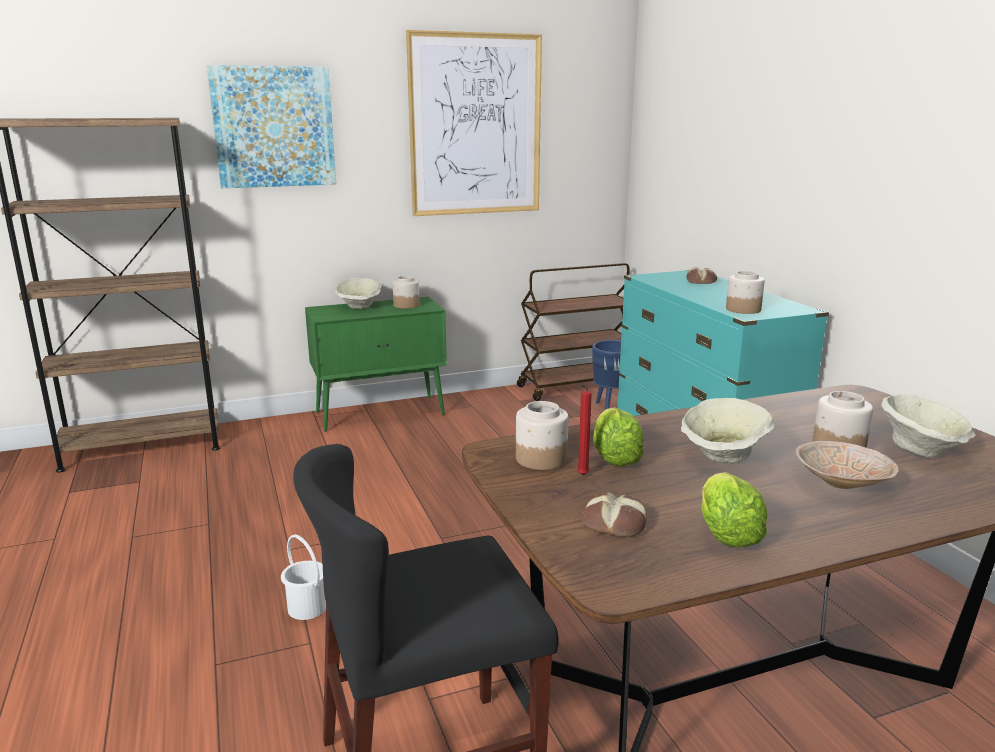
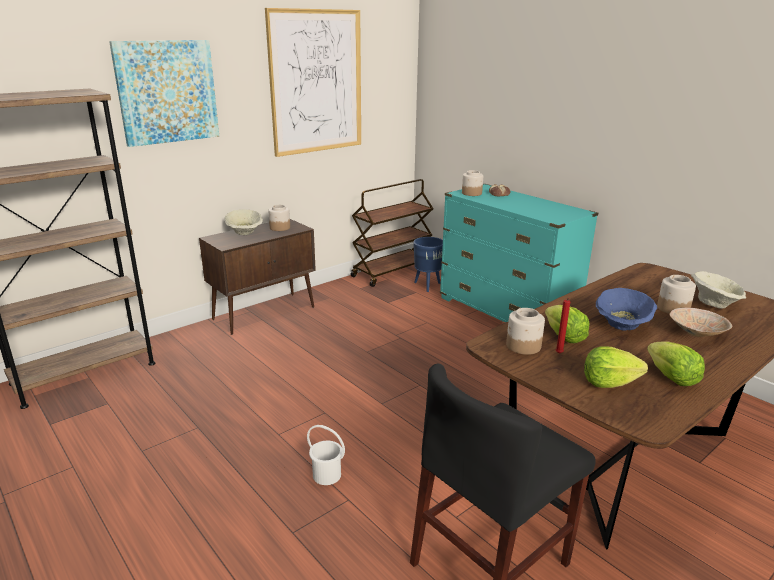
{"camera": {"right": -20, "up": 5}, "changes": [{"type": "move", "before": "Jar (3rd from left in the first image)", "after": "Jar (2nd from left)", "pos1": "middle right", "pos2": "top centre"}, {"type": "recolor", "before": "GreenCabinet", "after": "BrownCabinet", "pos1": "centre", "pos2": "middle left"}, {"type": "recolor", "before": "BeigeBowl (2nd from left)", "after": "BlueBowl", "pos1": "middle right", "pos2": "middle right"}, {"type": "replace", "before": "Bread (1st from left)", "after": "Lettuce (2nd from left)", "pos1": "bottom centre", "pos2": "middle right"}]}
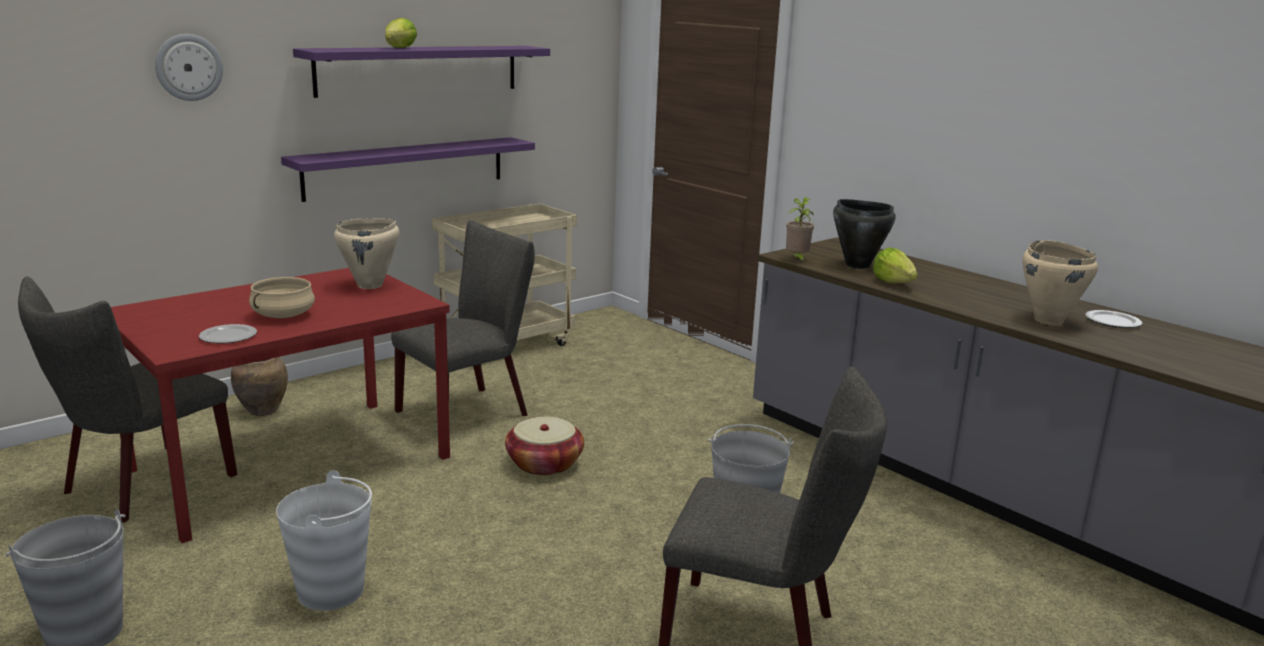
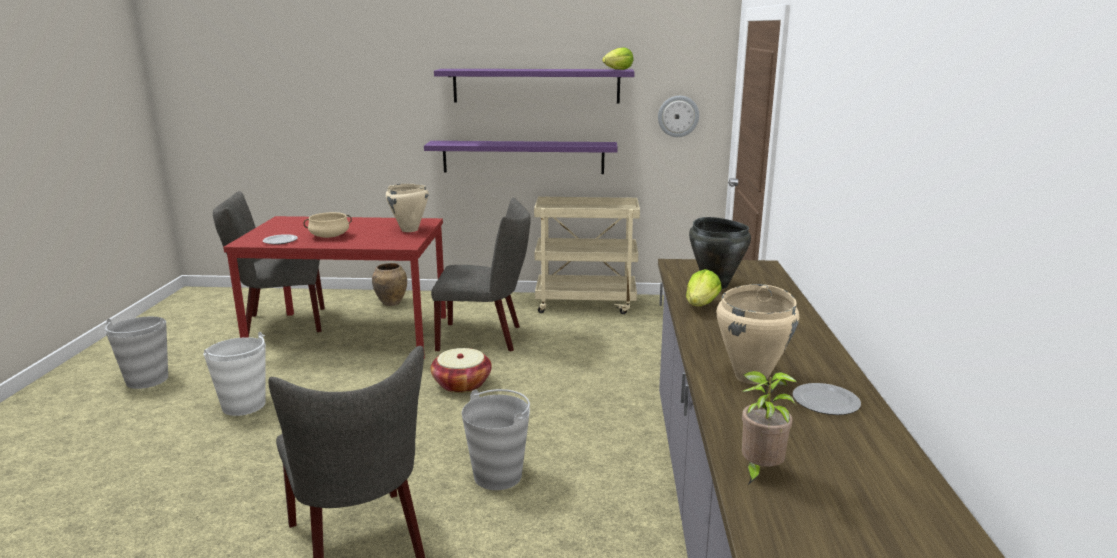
{"camera": {"right": 45, "up": 0}, "changes": [{"type": "move", "before": "Lettuce (1st from left)", "pos1": "top left", "pos2": "top centre"}, {"type": "move", "before": "WallClock", "pos1": "top left", "pos2": "top centre"}, {"type": "move", "before": "PottedPlant", "pos1": "centre", "pos2": "bottom right"}]}
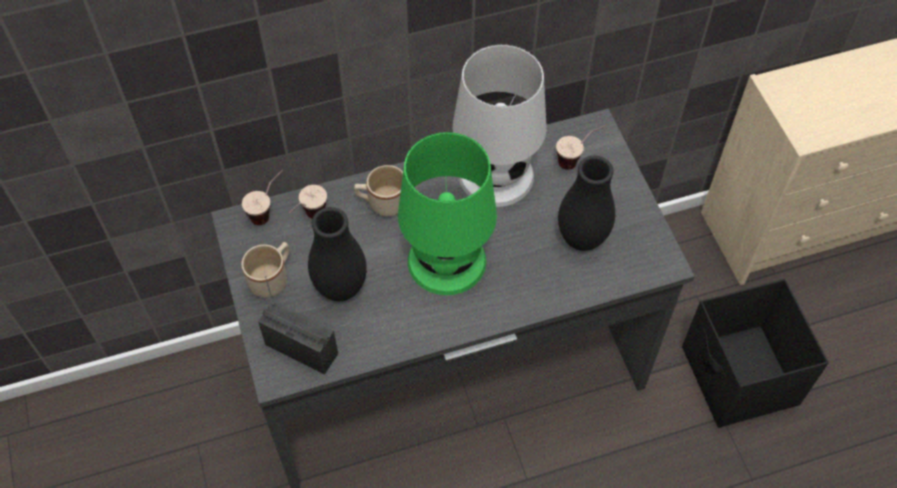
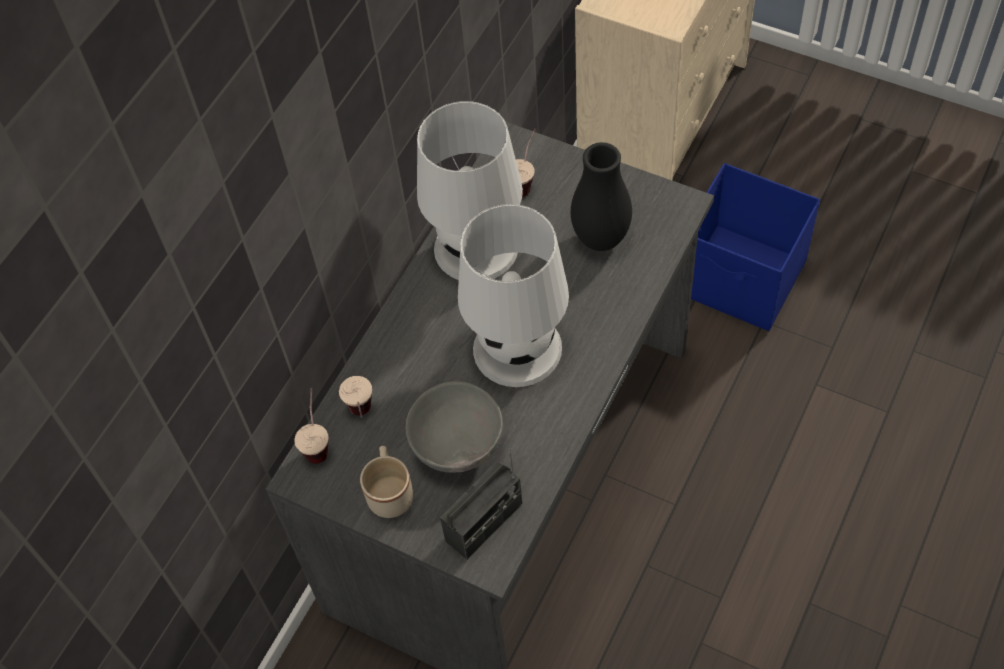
{"camera": {"right": -40, "up": 0}, "changes": [{"type": "recolor", "before": "GreenTableLamp", "after": "WhiteTableLamp (2nd from left)", "pos1": "centre", "pos2": "centre"}, {"type": "delete", "before": "BeigeMug (2nd from left)", "pos1": "centre"}, {"type": "replace", "before": "BlackVase (1st from left)", "after": "GreyBowl", "pos1": "centre", "pos2": "centre"}, {"type": "rotate", "before": "Radio", "pos1": "middle left", "pos2": "bottom centre", "turn": 150}, {"type": "recolor", "before": "BlackStorageBox", "after": "BlueStorageBox", "pos1": "bottom right", "pos2": "middle right"}]}
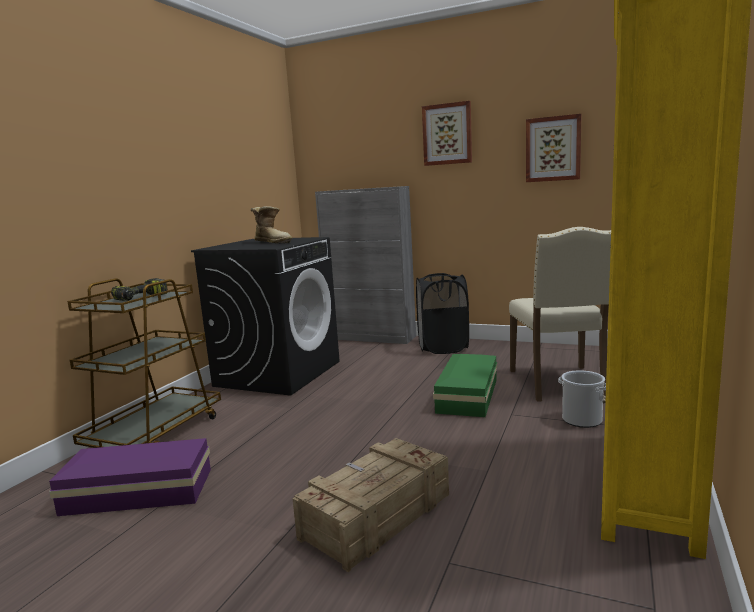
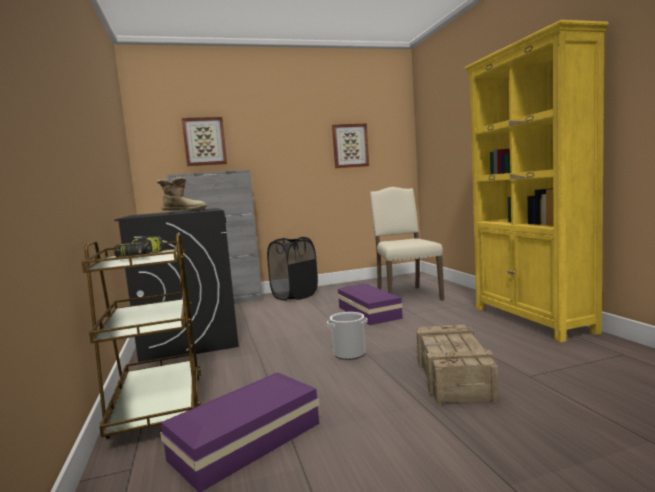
{"camera": {"right": -40, "up": -5}, "changes": [{"type": "move", "before": "Picture (1st from left)", "pos1": "top centre", "pos2": "top left"}, {"type": "rotate", "before": "BeigeChair", "pos1": "middle right", "pos2": "centre", "turn": -150}, {"type": "recolor", "before": "GreenStorageBox", "after": "PurpleStorageBox (2nd from left)", "pos1": "centre", "pos2": "centre"}, {"type": "move", "before": "Bucket", "pos1": "middle right", "pos2": "bottom centre"}]}
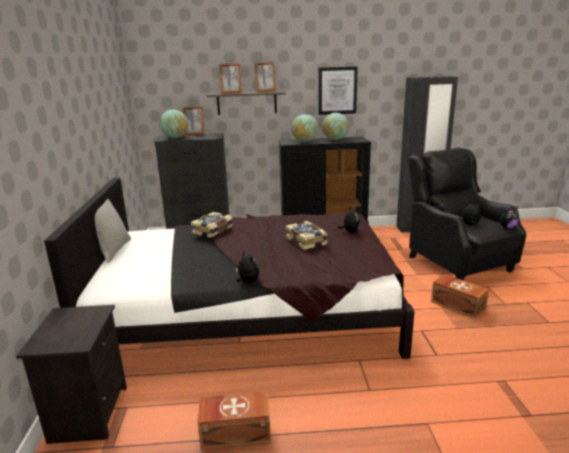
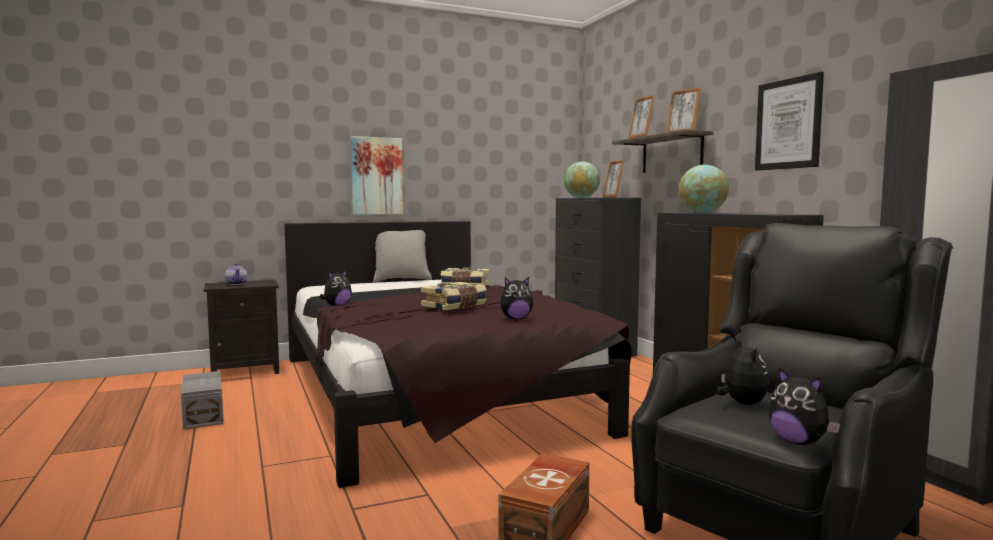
{"camera": {"right": 70, "up": -15}, "changes": [{"type": "delete", "before": "Globe (3rd from left)", "pos1": "top centre"}, {"type": "recolor", "before": "BrownStorageBox (1st from left)", "after": "GreyStorageBox", "pos1": "bottom centre", "pos2": "bottom left"}, {"type": "insert", "after": "Picture (1st from left)", "pos2": "top centre"}, {"type": "insert", "after": "Teapot", "pos2": "middle left"}]}
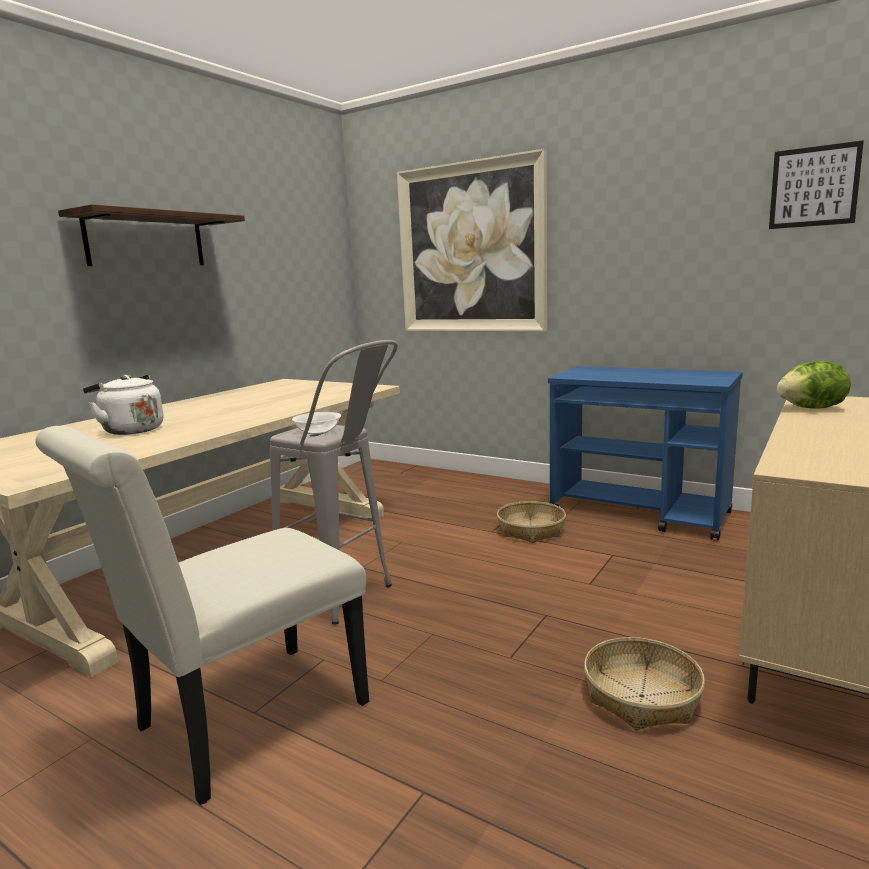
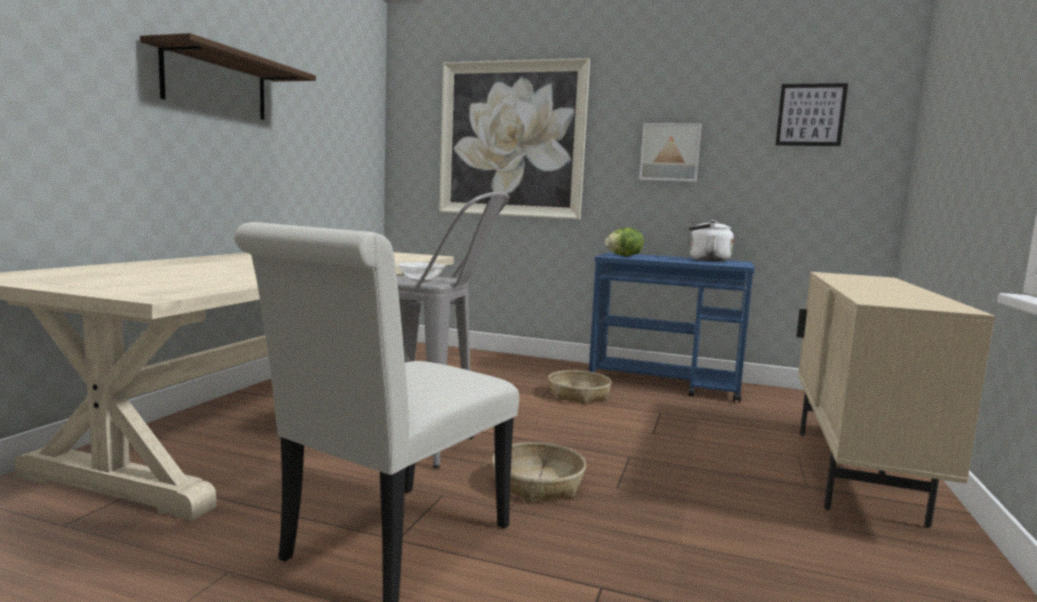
{"camera": {"right": -15, "up": -5}, "changes": [{"type": "move", "before": "Lettuce", "pos1": "middle right", "pos2": "centre"}, {"type": "move", "before": "WhiteKettle", "pos1": "middle left", "pos2": "middle right"}, {"type": "move", "before": "Basket (2nd from left in the first image)", "after": "Basket (1st from left)", "pos1": "bottom right", "pos2": "bottom centre"}, {"type": "insert", "after": "Picture (2nd from left)", "pos2": "top centre"}]}
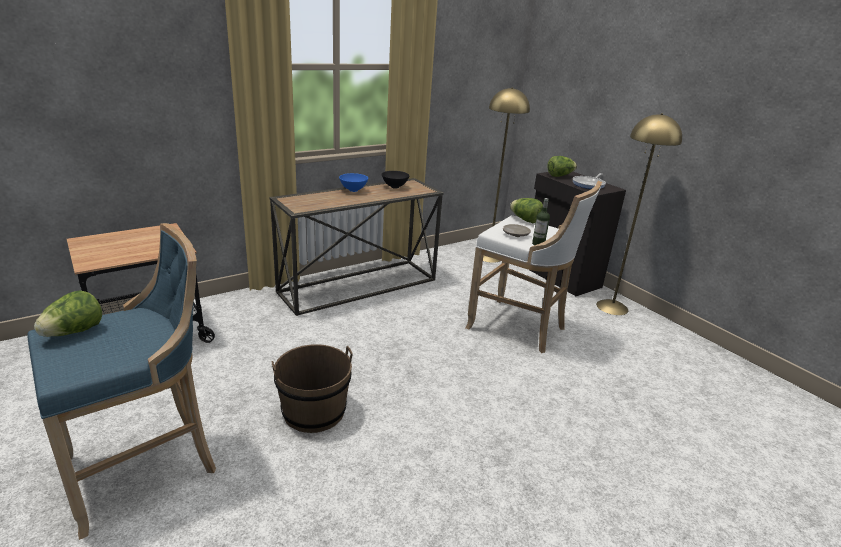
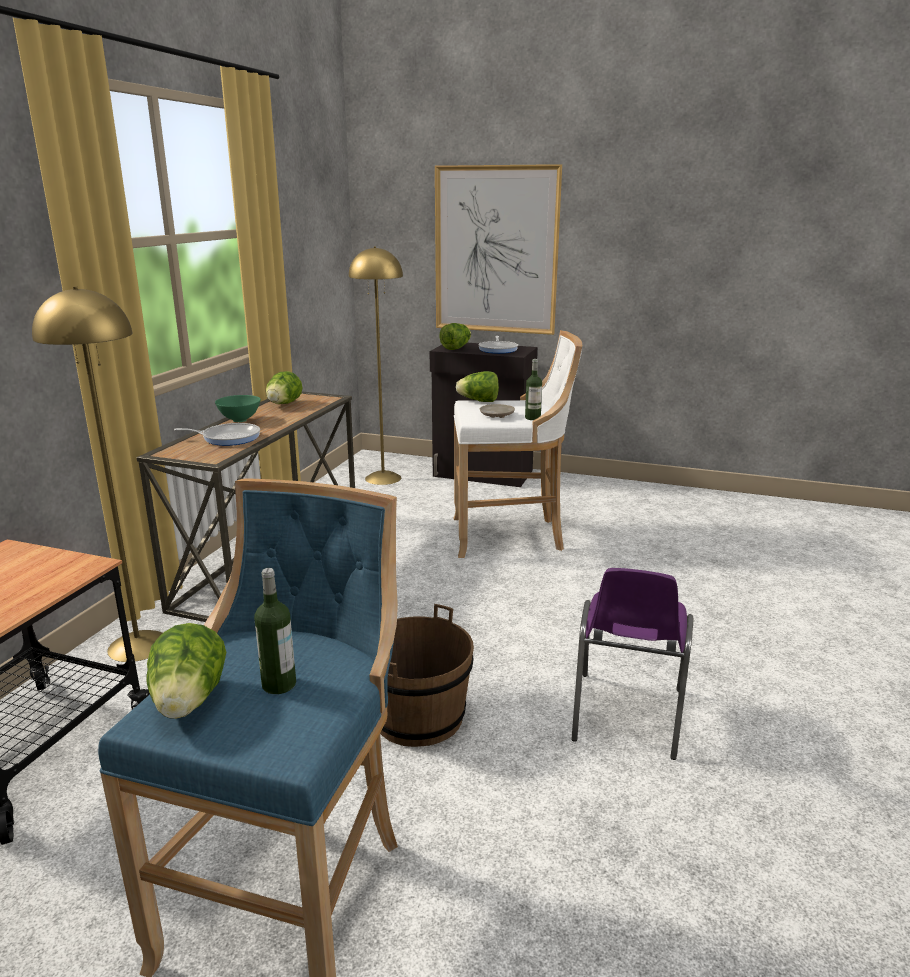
{"camera": {"right": -35, "up": -5}, "changes": [{"type": "move", "before": "YellowFloorLamp (2nd from left in the first image)", "after": "YellowFloorLamp (1st from left)", "pos1": "middle right", "pos2": "middle left"}, {"type": "replace", "before": "BlackBowl", "after": "Lettuce (2nd from left)", "pos1": "top centre", "pos2": "middle left"}, {"type": "recolor", "before": "BlueBowl", "after": "GreenBowl", "pos1": "top centre", "pos2": "middle left"}, {"type": "insert", "after": "Picture", "pos2": "top centre"}, {"type": "insert", "after": "FryingPan (1st from left)", "pos2": "middle left"}, {"type": "insert", "after": "Bottle (1st from left)", "pos2": "middle left"}, {"type": "insert", "after": "PurpleChair", "pos2": "bottom right"}]}
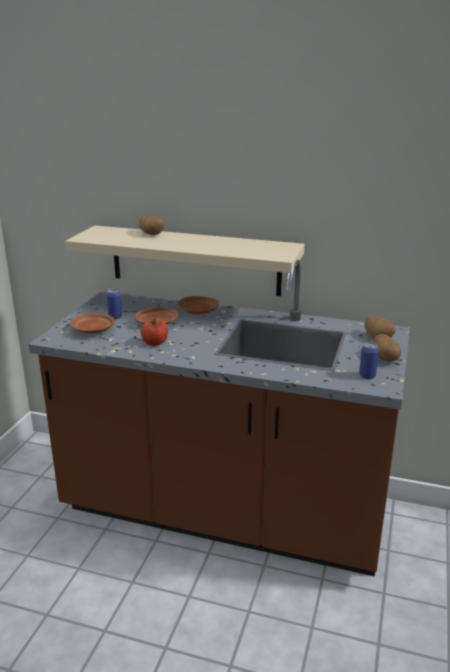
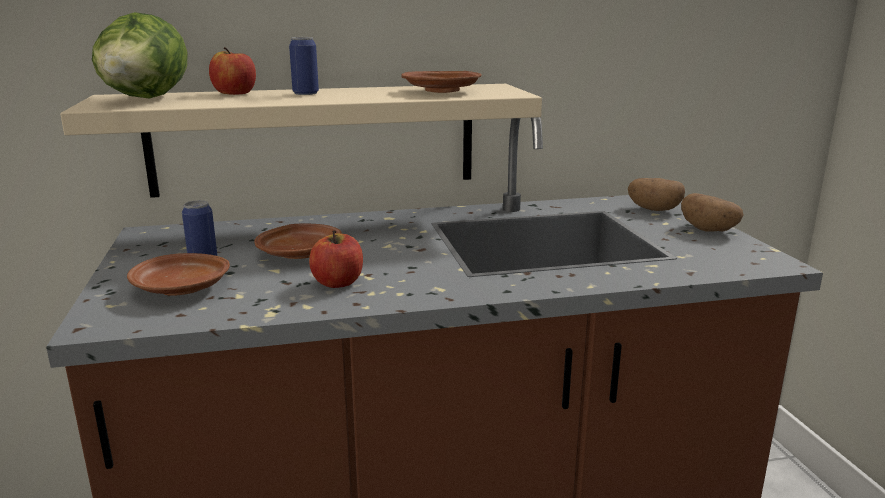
{"camera": {"right": -30, "up": -5}, "changes": [{"type": "replace", "before": "Potato (1st from left)", "after": "Apple (1st from left)", "pos1": "centre", "pos2": "top left"}, {"type": "move", "before": "BrownPlate (3rd from left)", "pos1": "centre", "pos2": "top centre"}, {"type": "move", "before": "Can (2nd from left)", "pos1": "middle right", "pos2": "top centre"}, {"type": "insert", "after": "Lettuce", "pos2": "top left"}]}
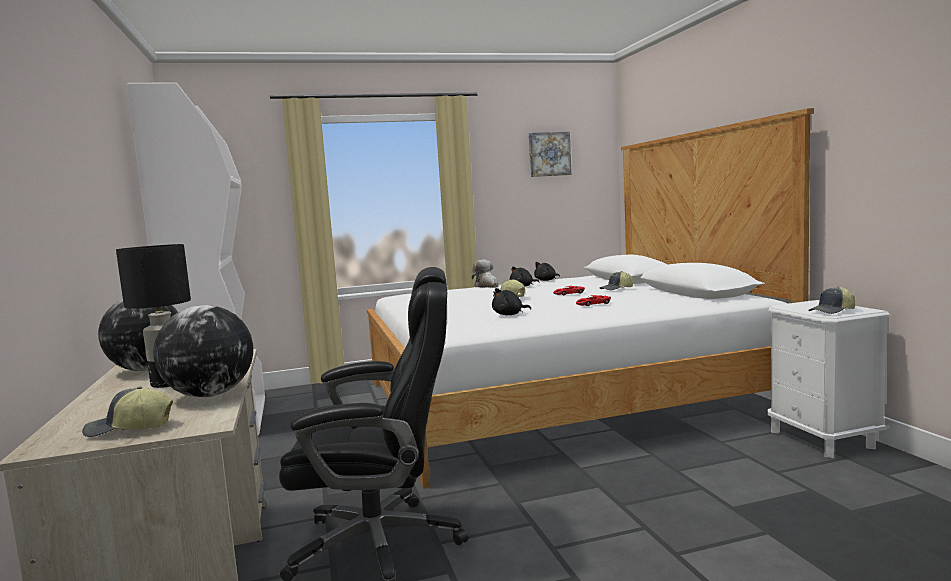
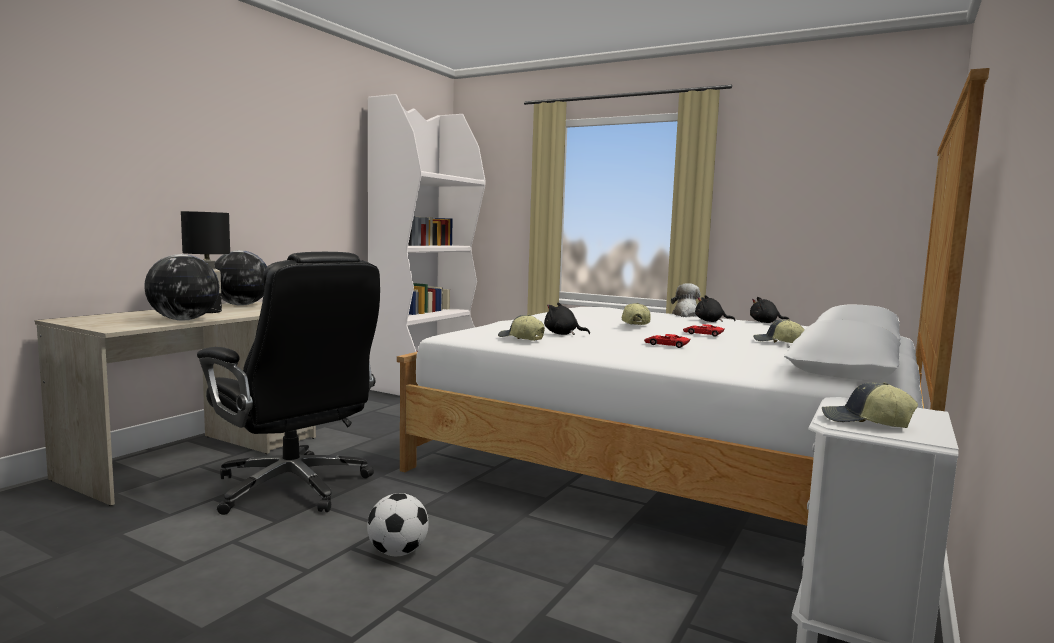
{"camera": {"right": 45, "up": 0}, "changes": [{"type": "delete", "before": "Picture", "pos1": "top centre"}, {"type": "move", "before": "Cap (1st from left)", "pos1": "bottom left", "pos2": "centre"}, {"type": "insert", "after": "Football", "pos2": "bottom centre"}]}
